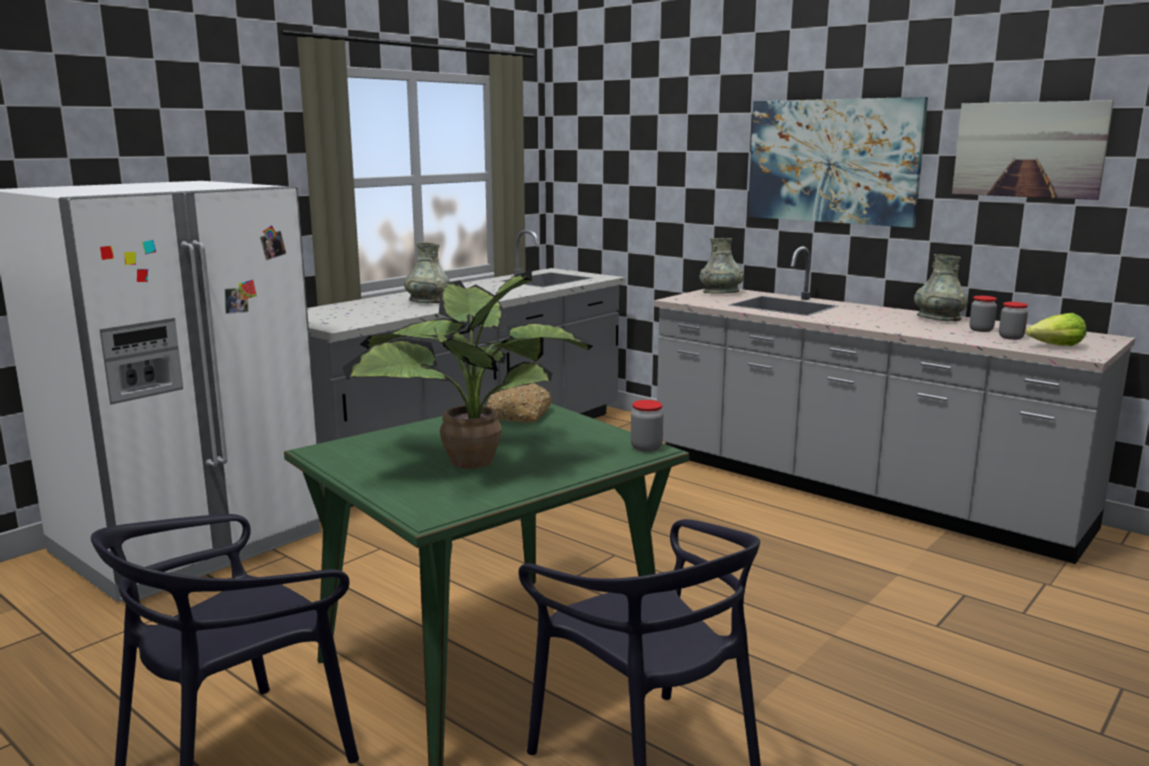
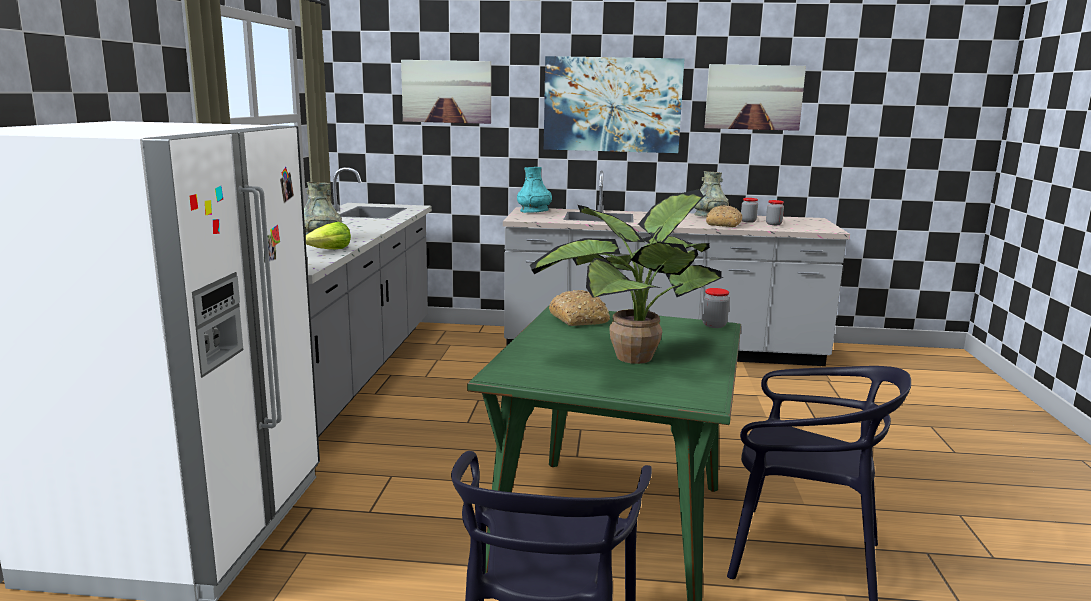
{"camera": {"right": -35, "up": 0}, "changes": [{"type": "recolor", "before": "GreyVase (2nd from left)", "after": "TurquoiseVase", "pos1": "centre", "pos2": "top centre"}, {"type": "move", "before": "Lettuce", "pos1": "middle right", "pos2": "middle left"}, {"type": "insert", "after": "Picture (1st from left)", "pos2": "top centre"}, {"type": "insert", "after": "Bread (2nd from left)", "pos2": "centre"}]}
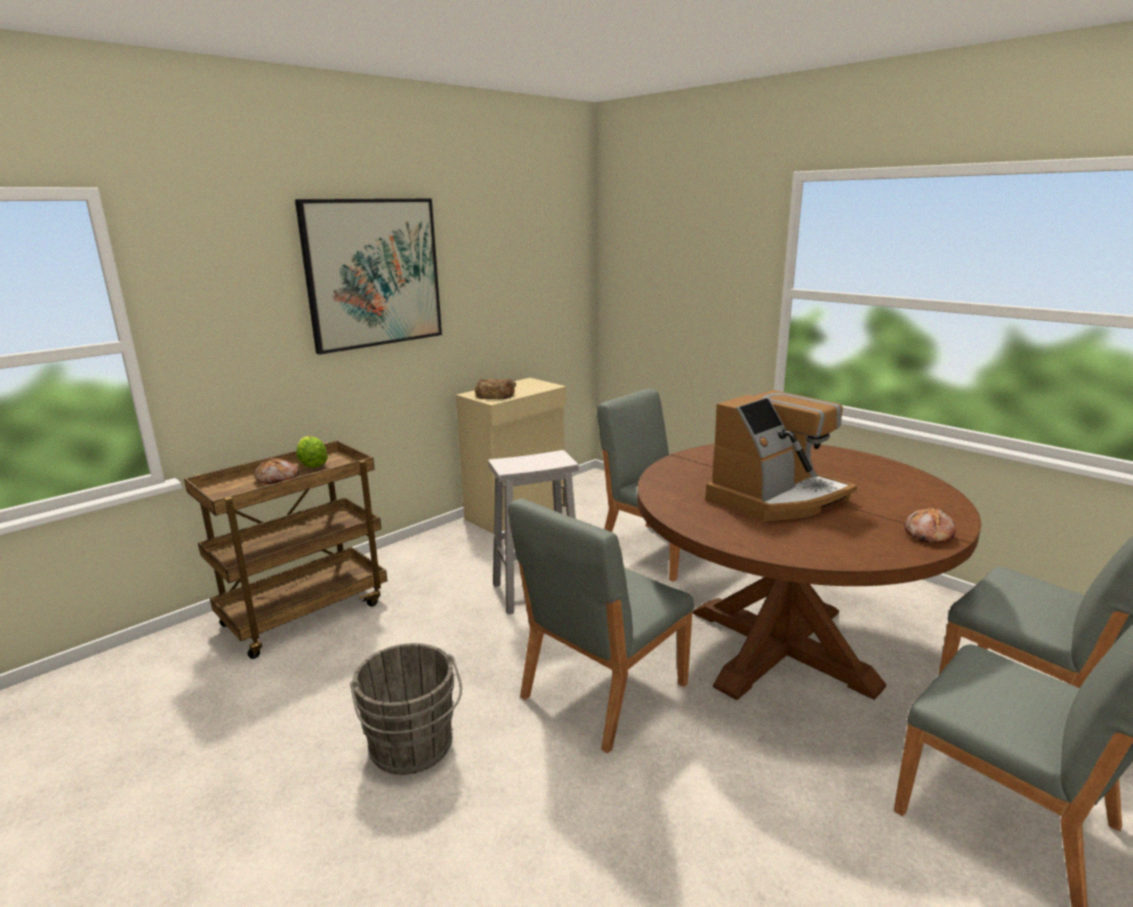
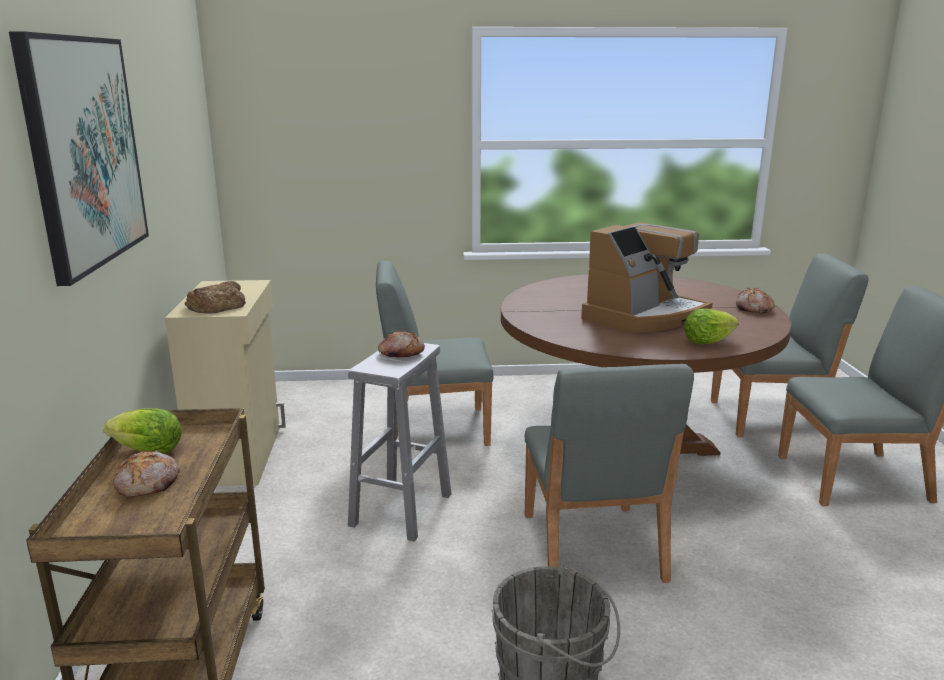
{"camera": {"right": -50, "up": 0}, "changes": [{"type": "rotate", "before": "CoffeeMachine", "pos1": "middle right", "pos2": "middle right", "turn": 45}, {"type": "insert", "after": "Lettuce (2nd from left)", "pos2": "middle right"}, {"type": "insert", "after": "Bread (3rd from left)", "pos2": "centre"}]}
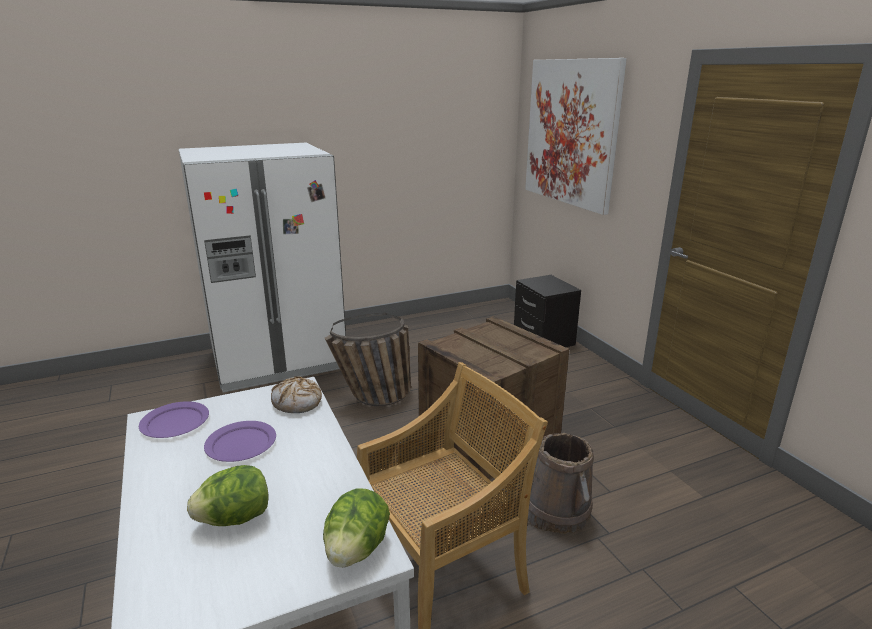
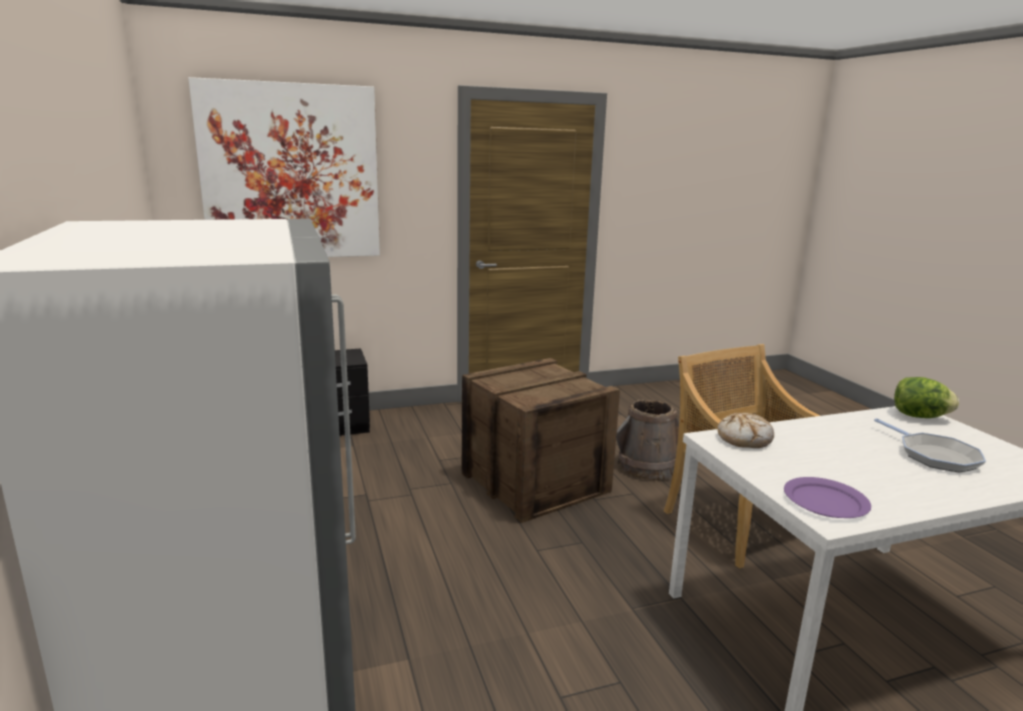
{"camera": {"right": -85, "up": -5}, "changes": [{"type": "delete", "before": "Basket", "pos1": "centre"}, {"type": "delete", "before": "PurplePlate (2nd from left)", "pos1": "bottom left"}, {"type": "replace", "before": "Lettuce (1st from left)", "after": "FryingPan", "pos1": "bottom left", "pos2": "middle right"}]}
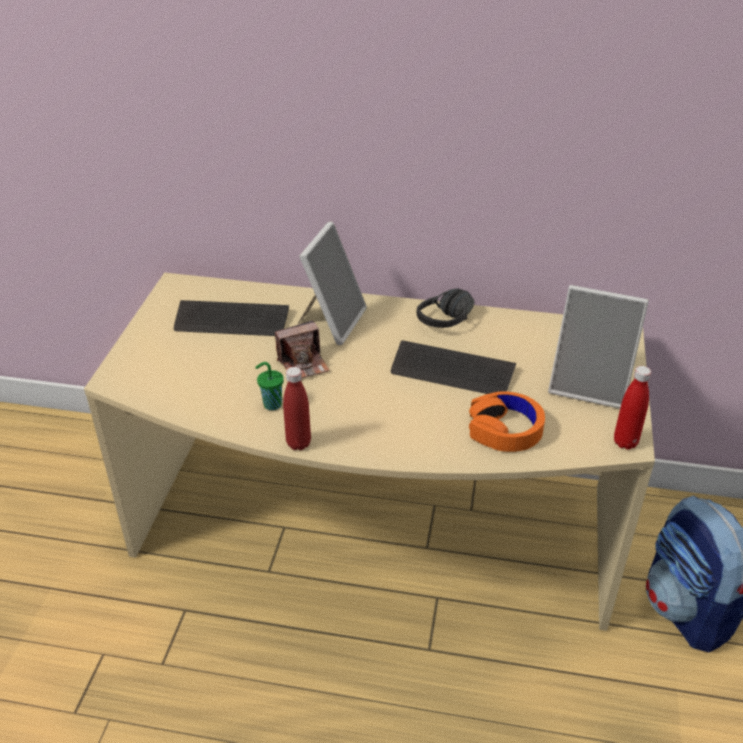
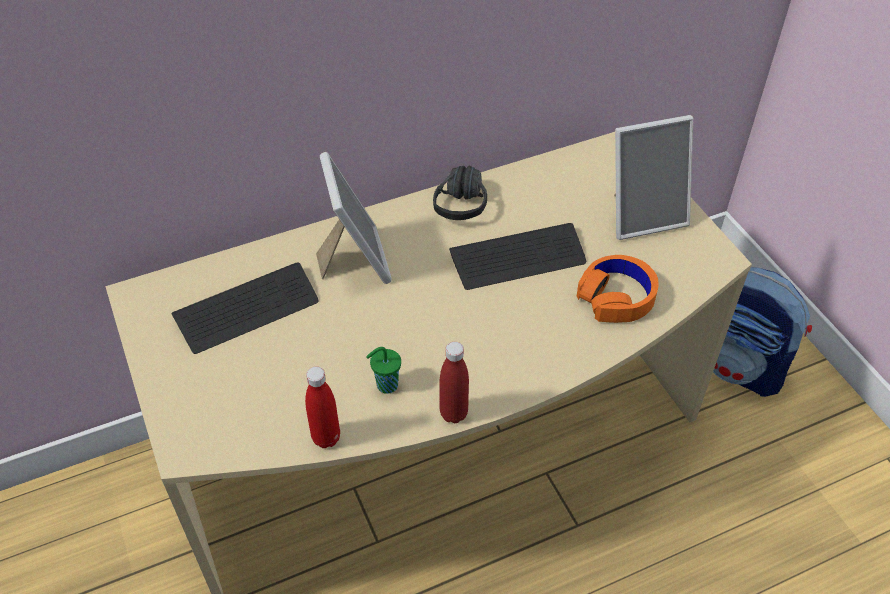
{"camera": {"right": -35, "up": 10}, "changes": [{"type": "delete", "before": "PhotoCamera", "pos1": "centre"}, {"type": "move", "before": "RedBottle (2nd from left in the first image)", "after": "RedBottle (1st from left)", "pos1": "middle right", "pos2": "bottom centre"}]}
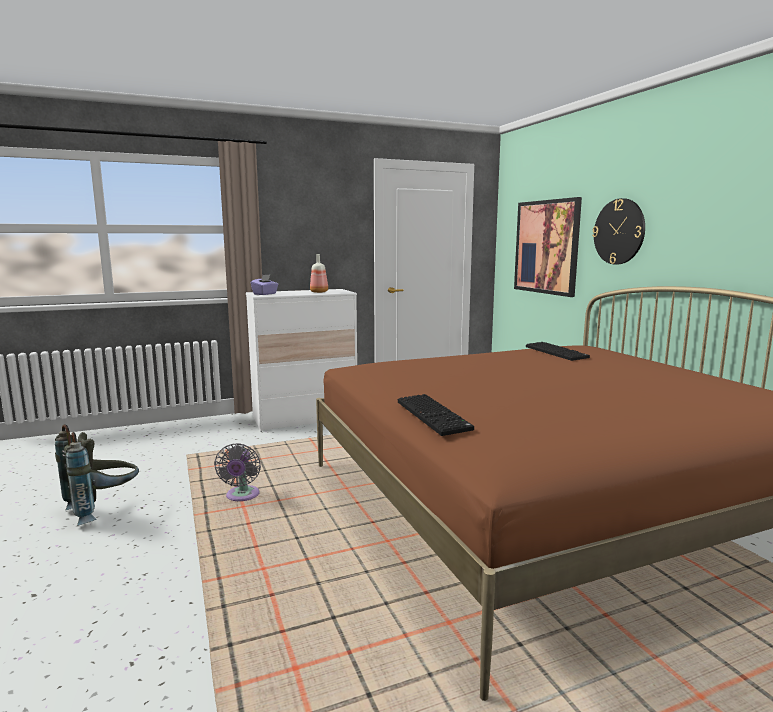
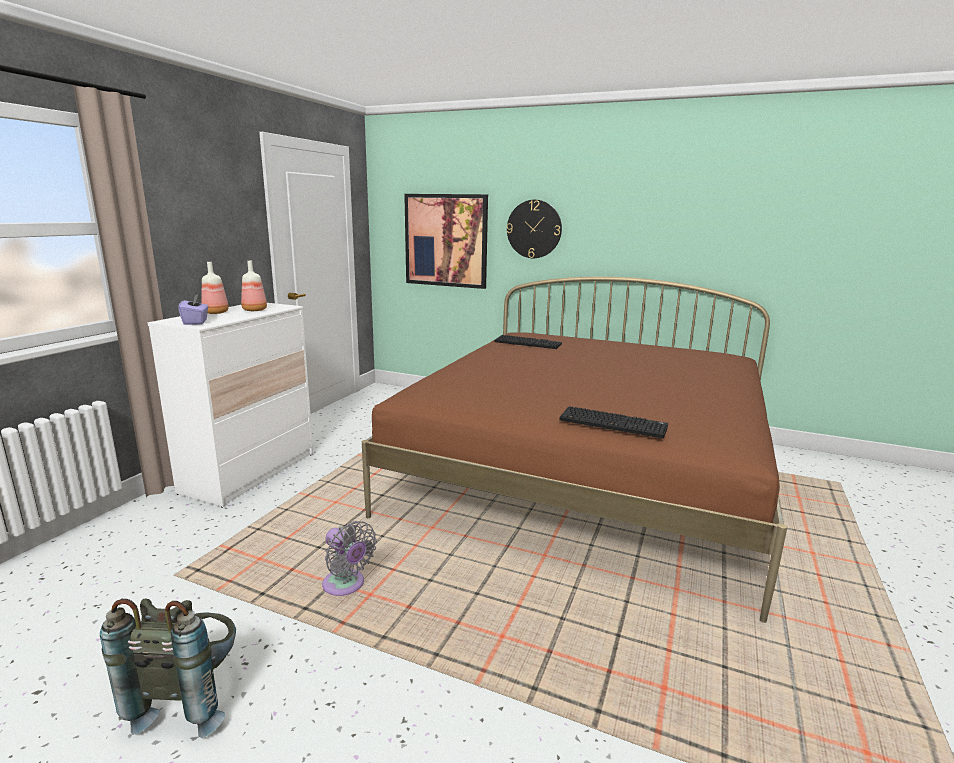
{"camera": {"right": -45, "up": 5}, "changes": [{"type": "insert", "after": "Bottle (1st from left)", "pos2": "middle left"}]}
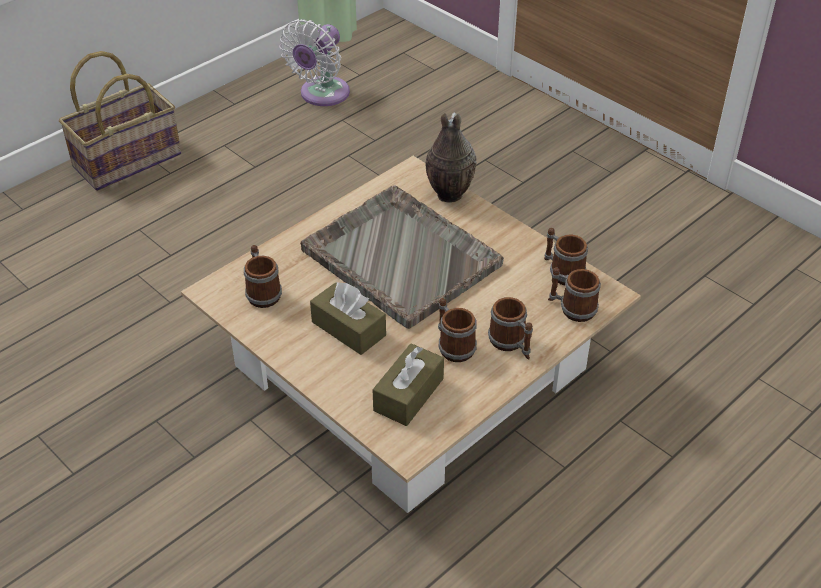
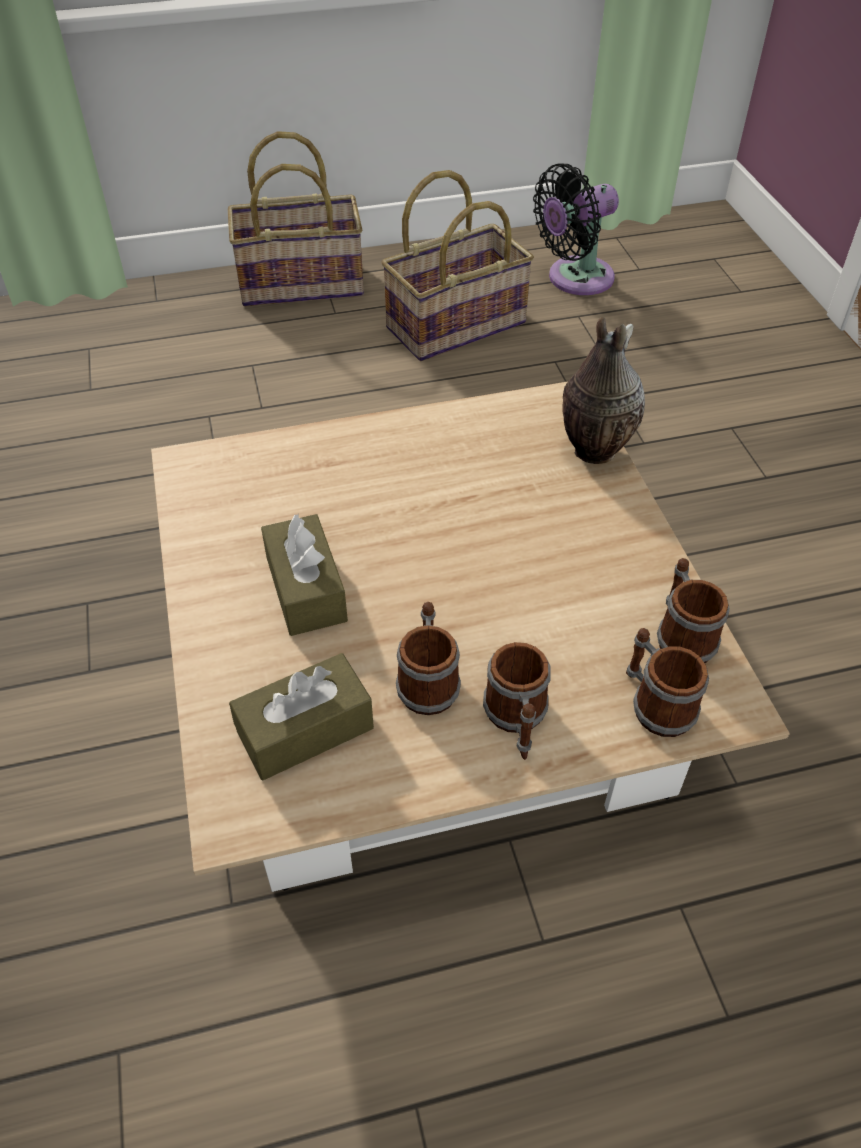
{"camera": {"right": 30, "up": 5}, "changes": [{"type": "recolor", "before": "WhiteFan", "after": "BlackFan", "pos1": "top centre", "pos2": "top right"}, {"type": "delete", "before": "GreyTray", "pos1": "centre"}, {"type": "delete", "before": "Mug (1st from left)", "pos1": "middle left"}, {"type": "insert", "after": "Basket (2nd from left)", "pos2": "top centre"}]}
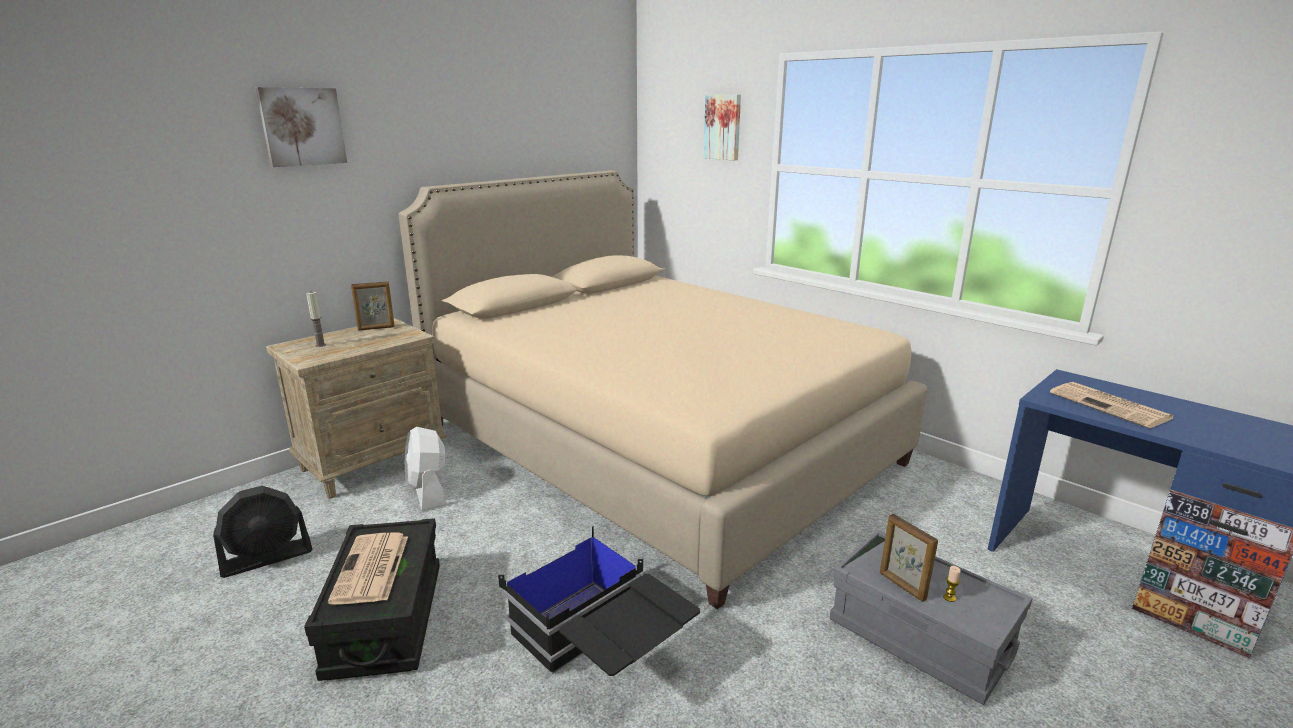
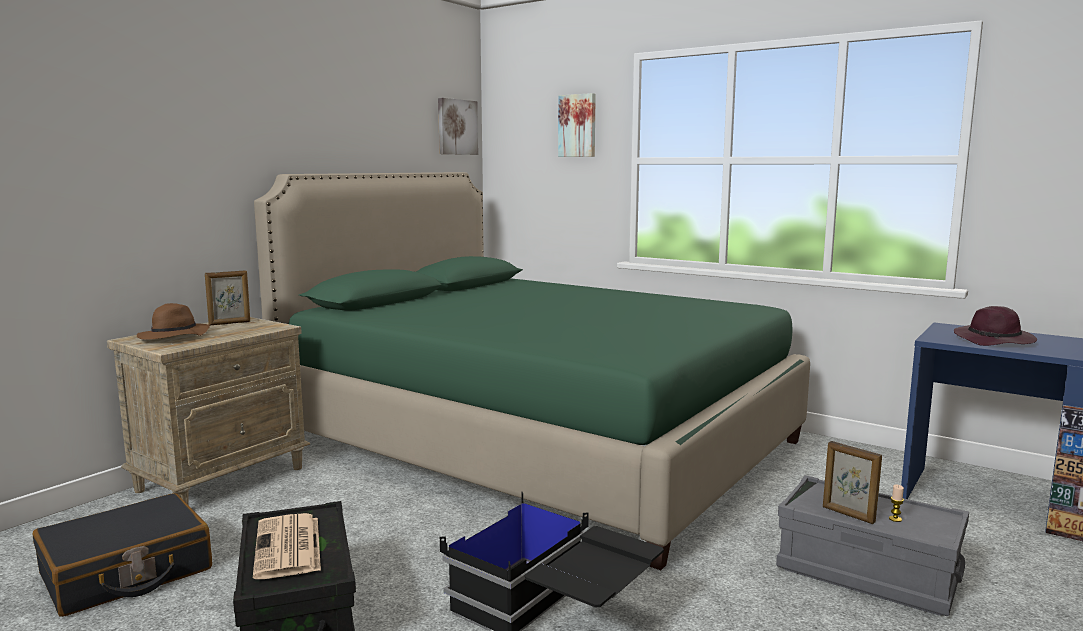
{"camera": {"right": -10, "up": -10}, "changes": [{"type": "move", "before": "Picture (1st from left)", "pos1": "top left", "pos2": "top centre"}, {"type": "recolor", "before": "BeigeBed", "after": "GreenBed", "pos1": "centre", "pos2": "centre"}, {"type": "replace", "before": "Candle (1st from left)", "after": "BrownHat", "pos1": "middle left", "pos2": "middle left"}, {"type": "replace", "before": "Newspaper (2nd from left)", "after": "PurpleHat", "pos1": "middle right", "pos2": "middle right"}, {"type": "delete", "before": "WhiteFan", "pos1": "middle left"}, {"type": "replace", "before": "BlackFan", "after": "BlackSuitcase", "pos1": "bottom left", "pos2": "bottom left"}]}
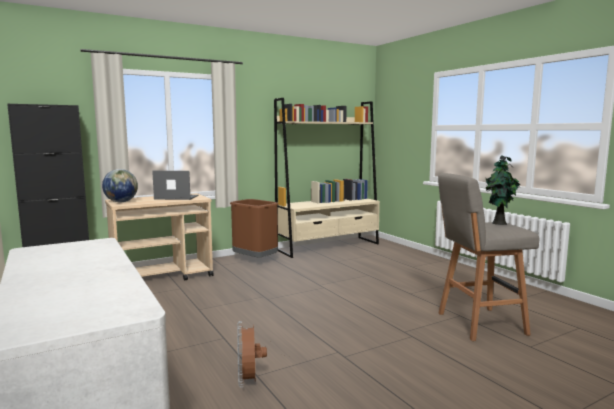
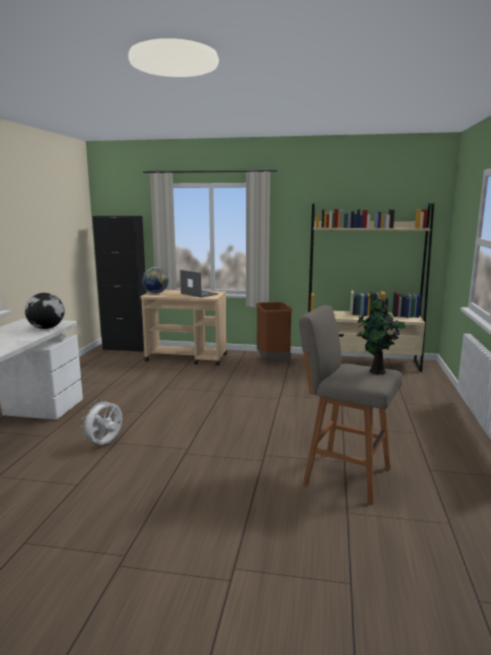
{"camera": {"right": 40, "up": 5}, "changes": [{"type": "recolor", "before": "BrownFan", "after": "WhiteFan", "pos1": "bottom centre", "pos2": "middle left"}, {"type": "insert", "after": "Globe (1st from left)", "pos2": "middle left"}]}
